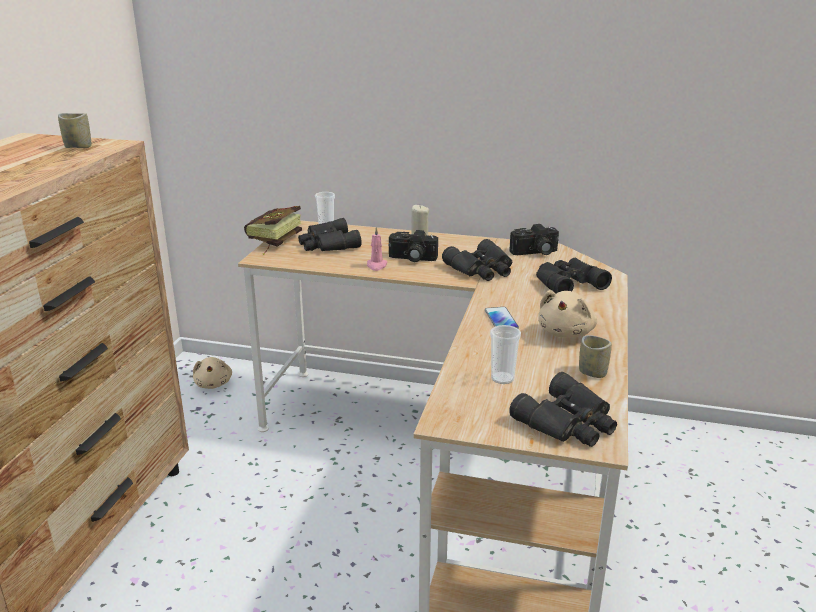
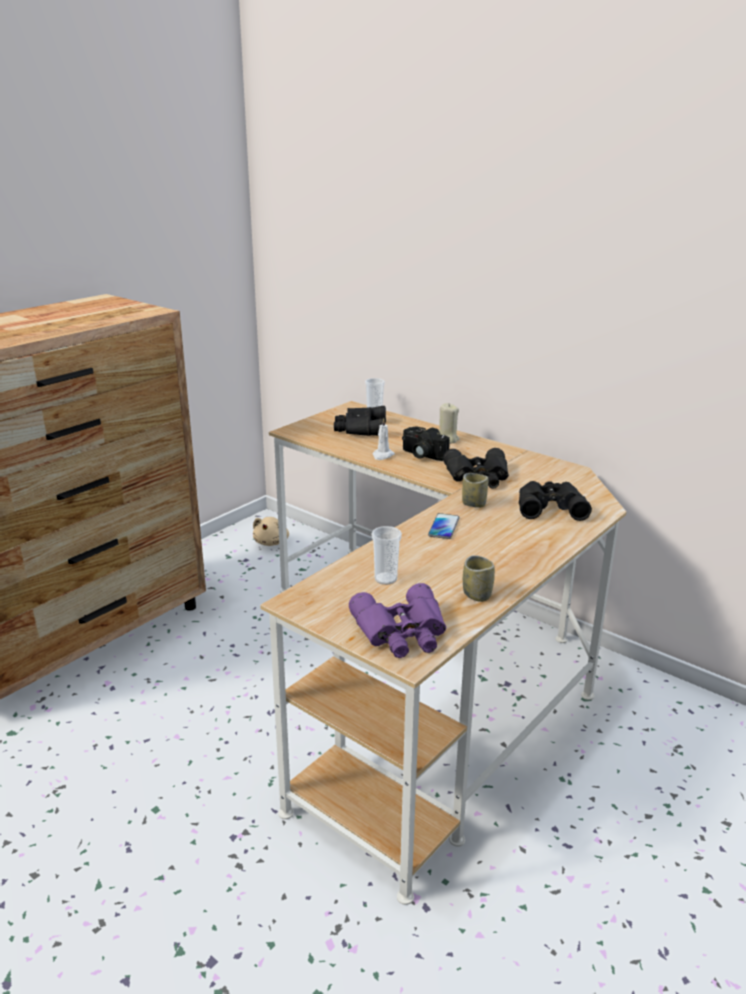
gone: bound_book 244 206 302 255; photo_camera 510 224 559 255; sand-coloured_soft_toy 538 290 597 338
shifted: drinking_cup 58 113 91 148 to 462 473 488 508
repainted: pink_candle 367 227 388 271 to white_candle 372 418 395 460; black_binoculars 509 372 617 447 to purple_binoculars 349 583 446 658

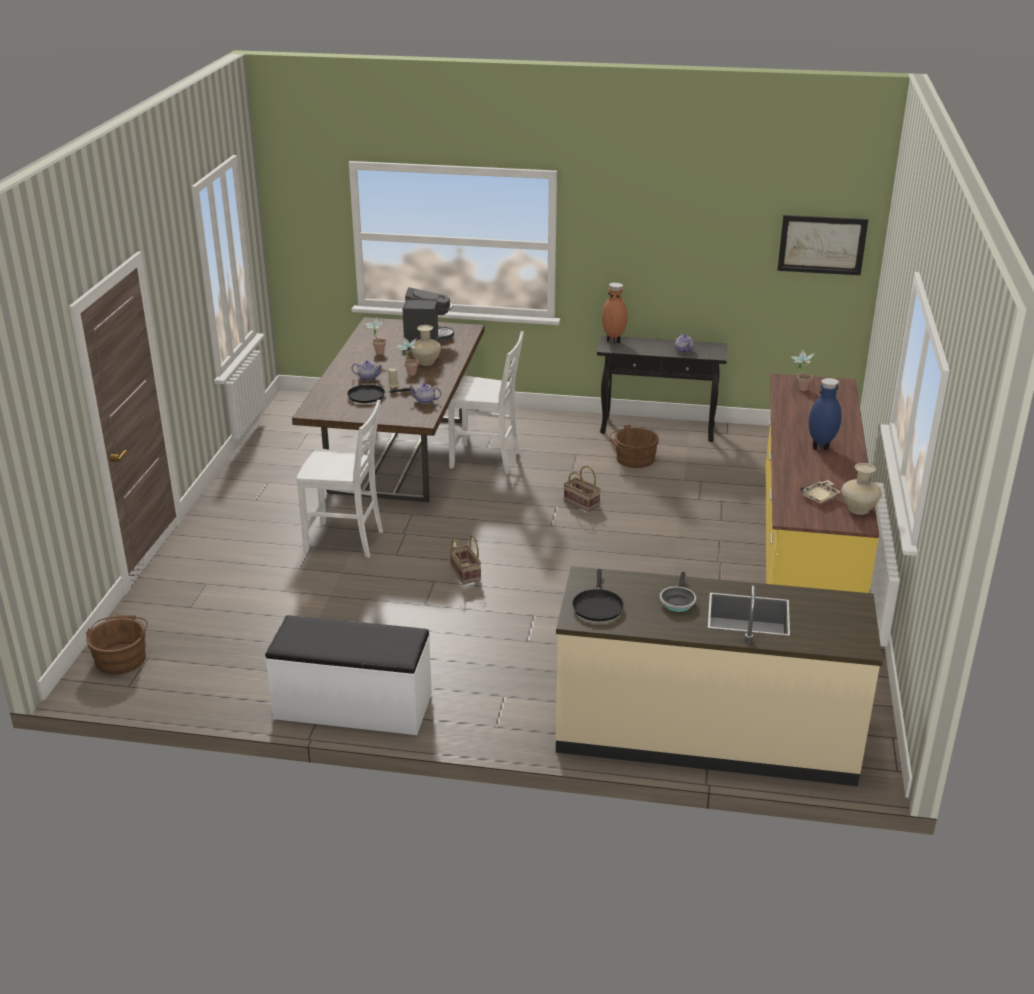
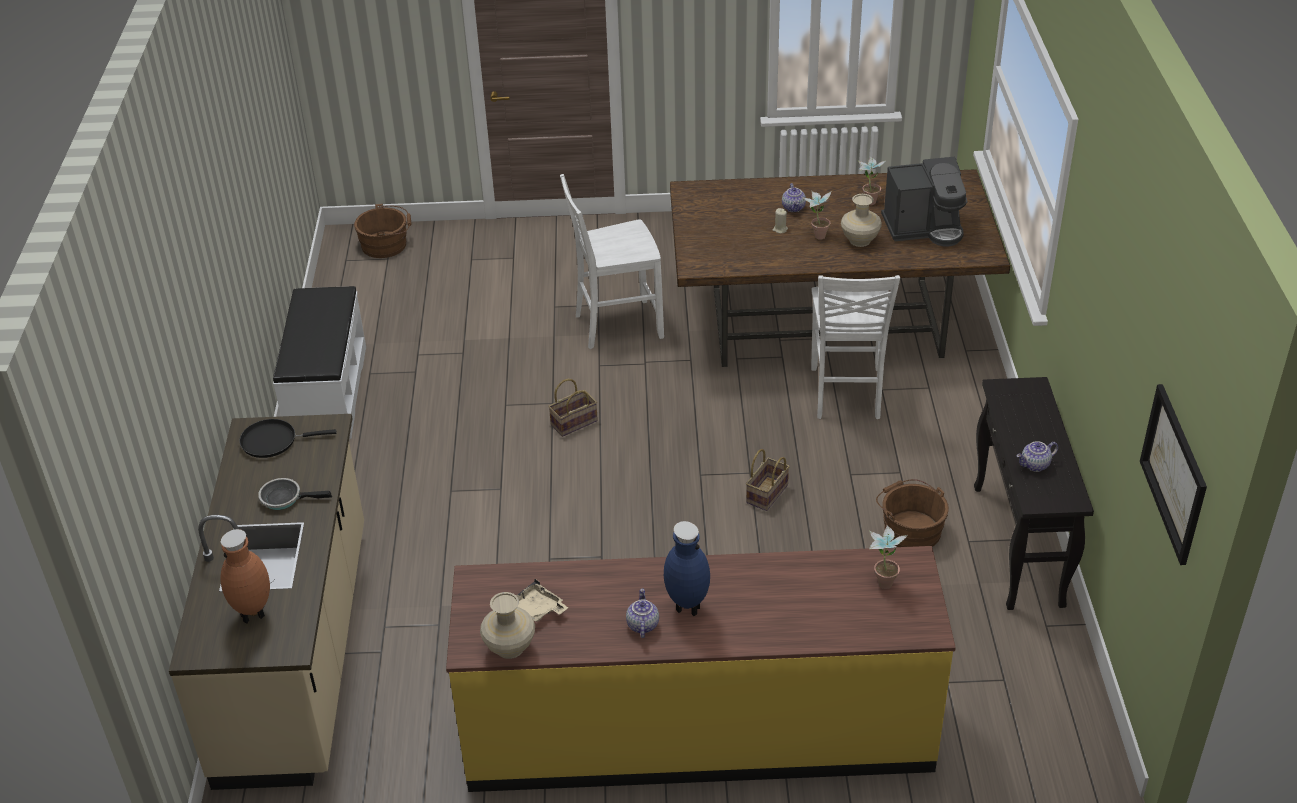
gone: black_skillet 347 384 411 403
shifted: brownish_decorative_vase 602 283 628 344 to 220 529 270 624; teapot 409 383 441 404 to 626 589 659 638
rotated: white_chair 297 400 383 558 = 560 174 664 349 75 degrees clockwise

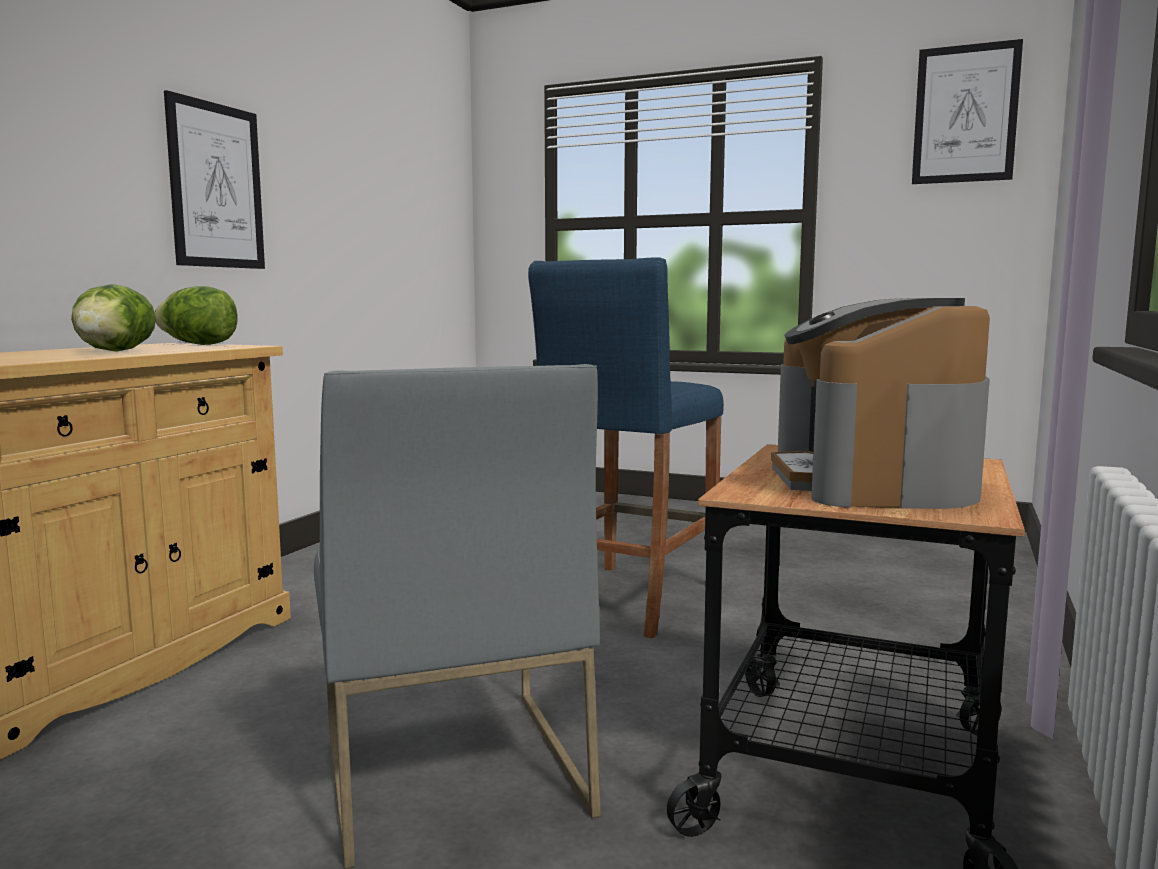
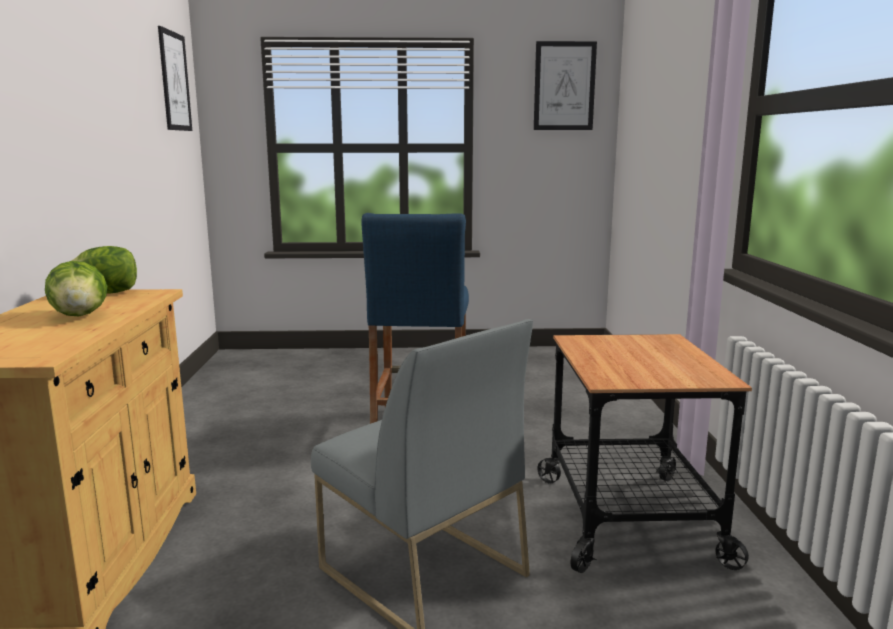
gone: coffee_brewer 771 298 990 509
shifted: wall_picture 164 90 265 269 to 158 26 192 131

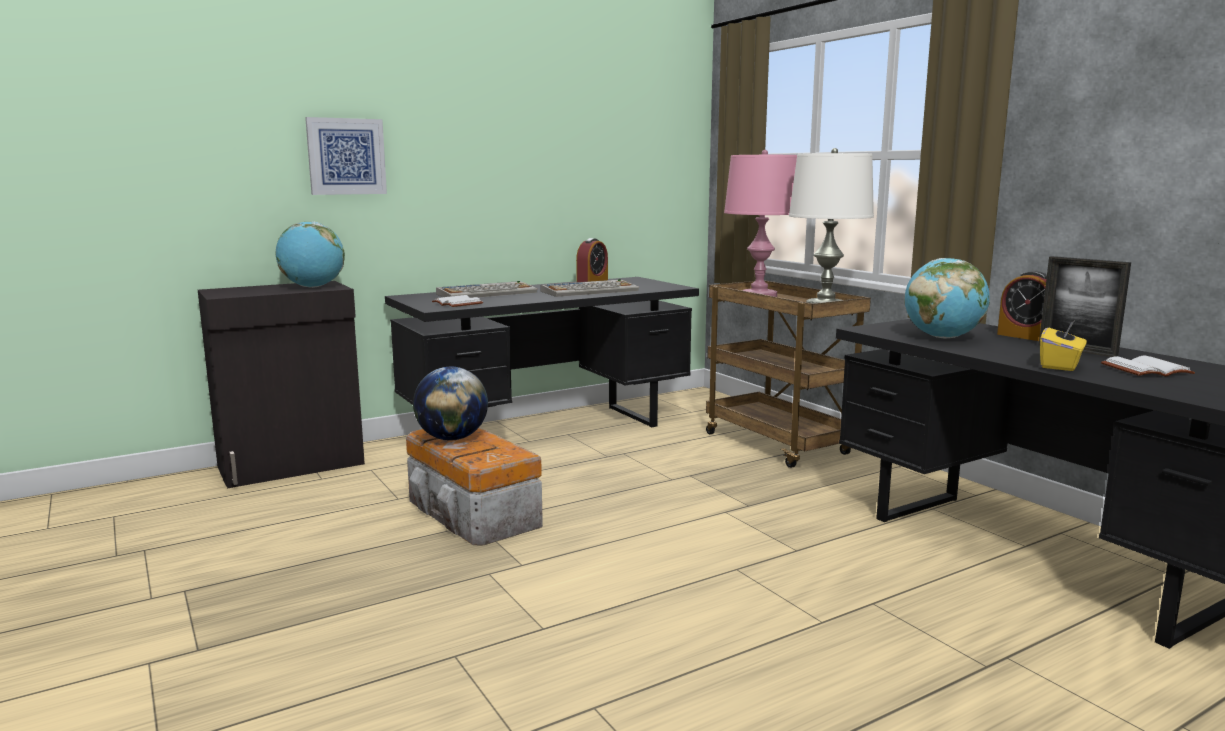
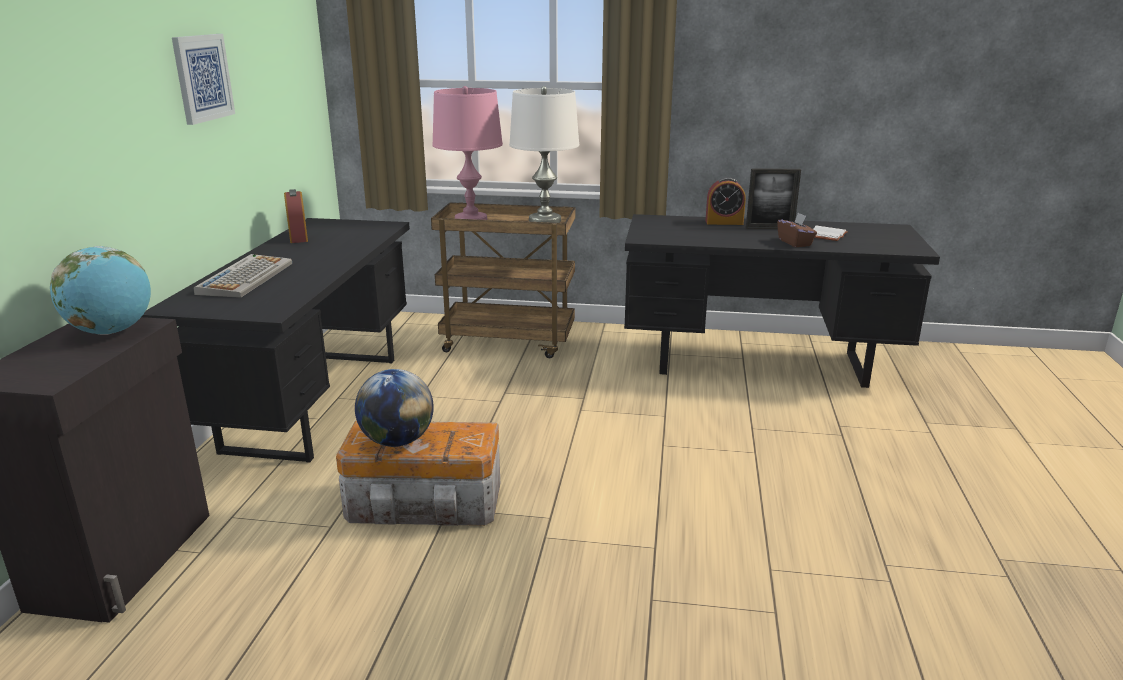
gone: globe 904 258 990 338; computer_keyboard 540 279 639 297; white_bound_book 432 295 483 307
shifted: wall_picture 305 117 387 195 to 172 34 235 125
repainted: yellow_tissue_box 1040 319 1087 371 to brownish_tissue_box 777 212 817 247

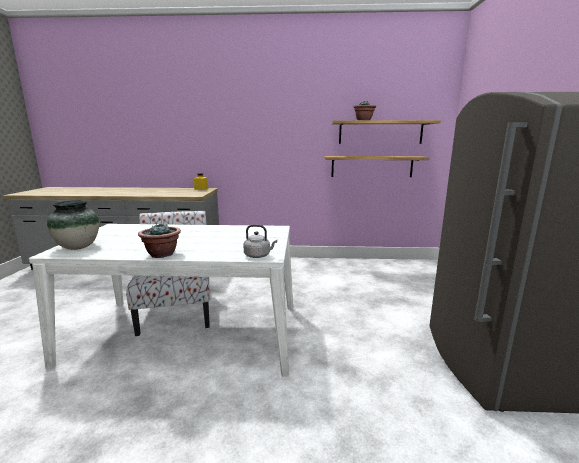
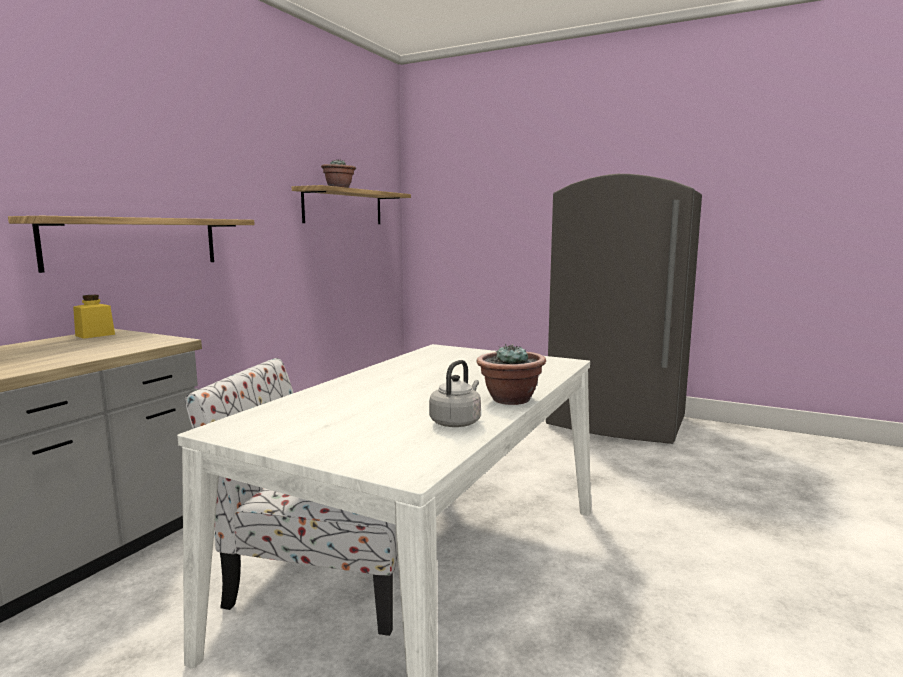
gone: decorative_vase 47 200 99 250
shifted: wall_shelf 324 156 429 177 to 8 216 255 273; gray_kettle 243 224 277 258 to 429 360 481 427

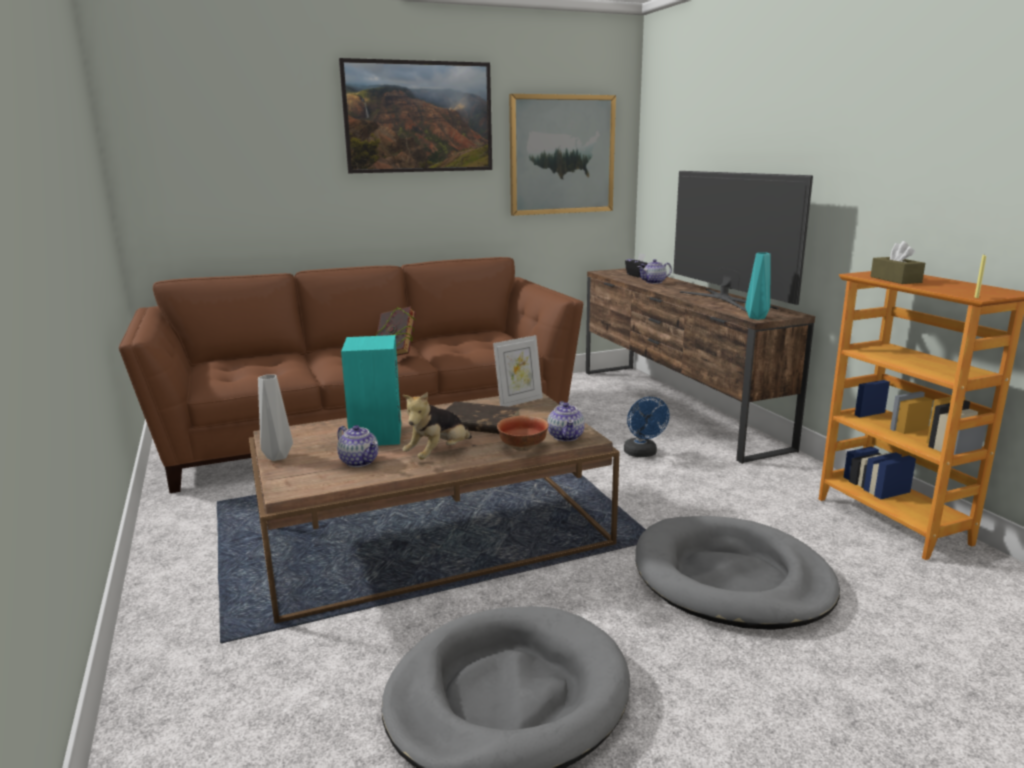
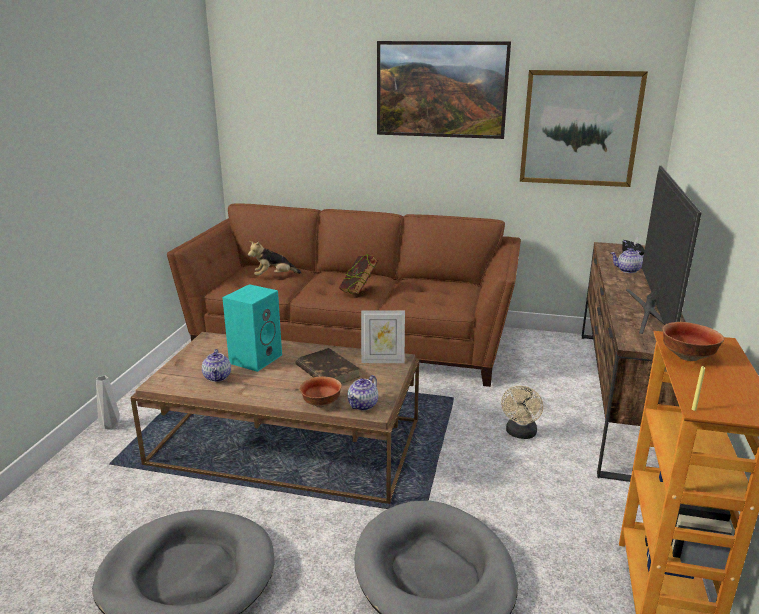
gone: turquoise-coloured_decorative_vase 745 252 770 320
shifted: gray_decorative_vase 258 374 293 461 to 96 375 120 430; soft_toy 402 392 472 460 to 248 241 302 276
swapped: brownish_tissue_box 870 241 925 284 to deep_dish 662 322 724 361
repainted: blue-coloured_electric_fan 624 397 670 457 to sand-coloured_electric_fan 501 386 543 439

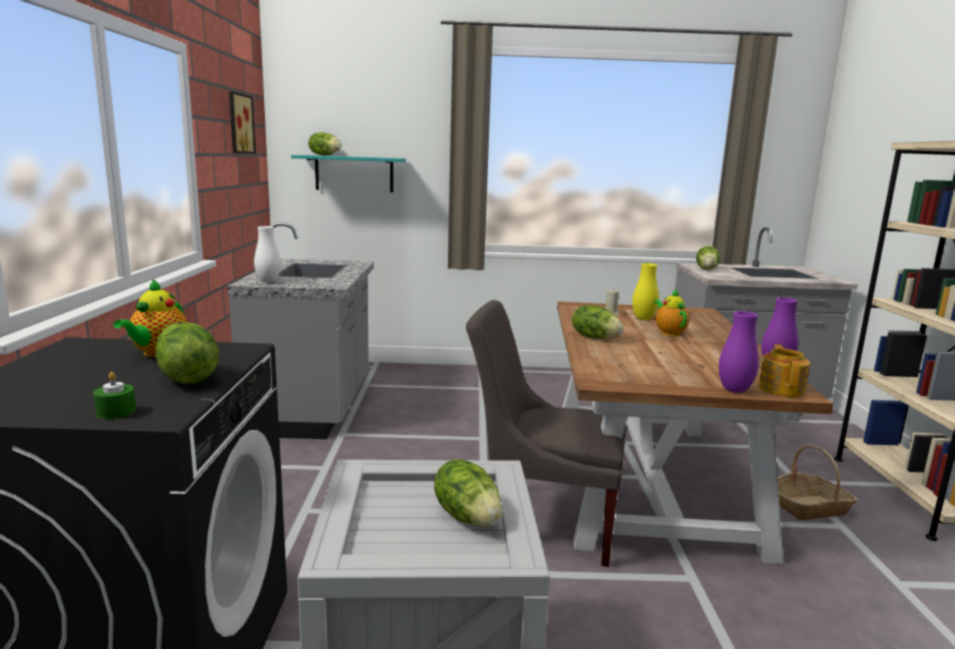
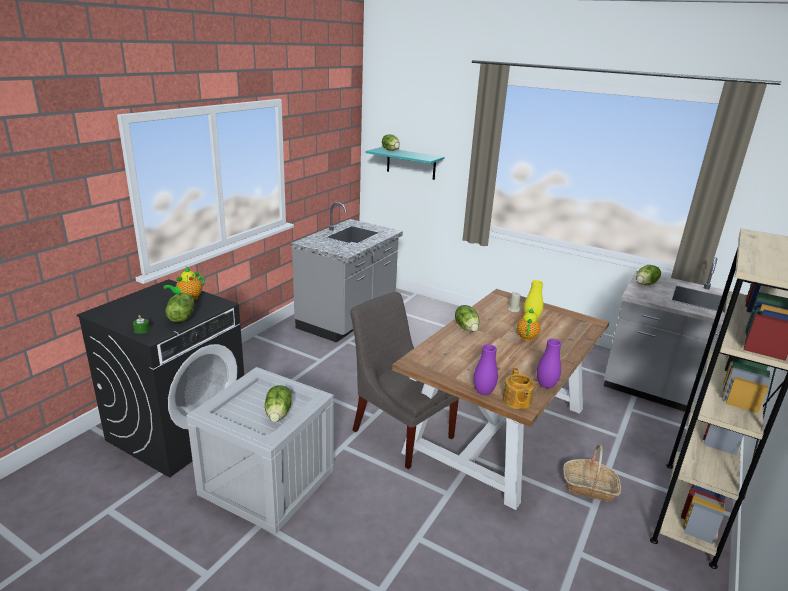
gone: wall_picture 229 91 256 153; white_decorative_vase 254 226 281 283
rotated: teapot 758 344 810 397 = 503 368 535 409 135 degrees clockwise

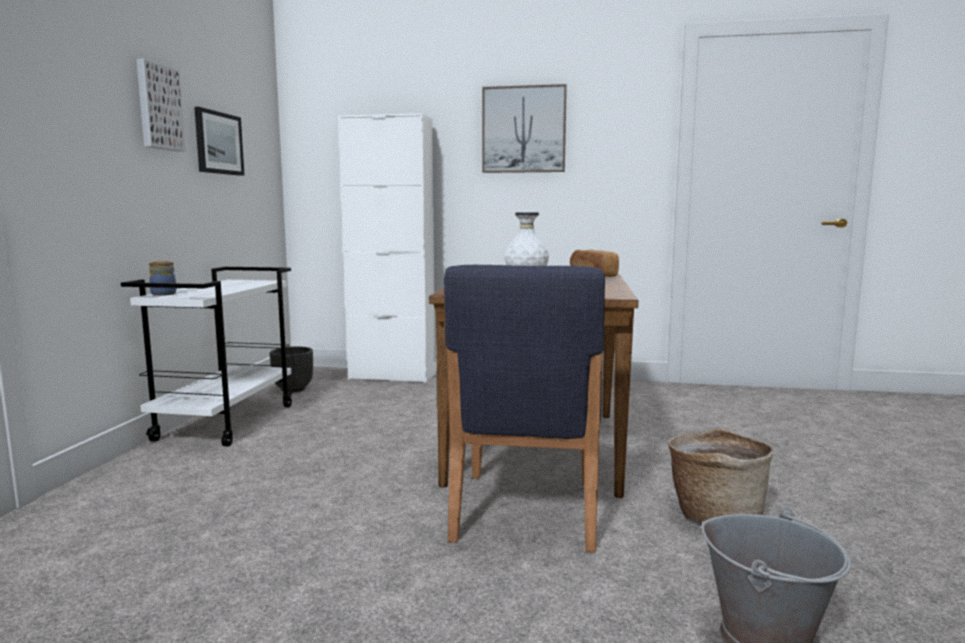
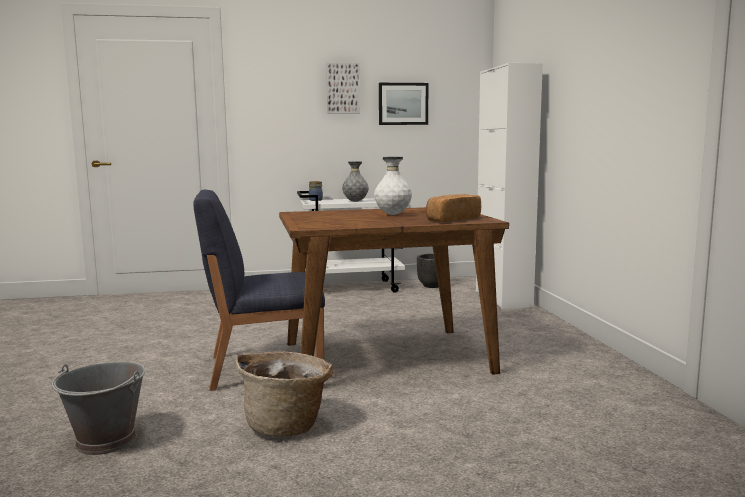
gone: wall_picture 482 84 567 173
new: gray_decorative_vase 342 161 369 202

